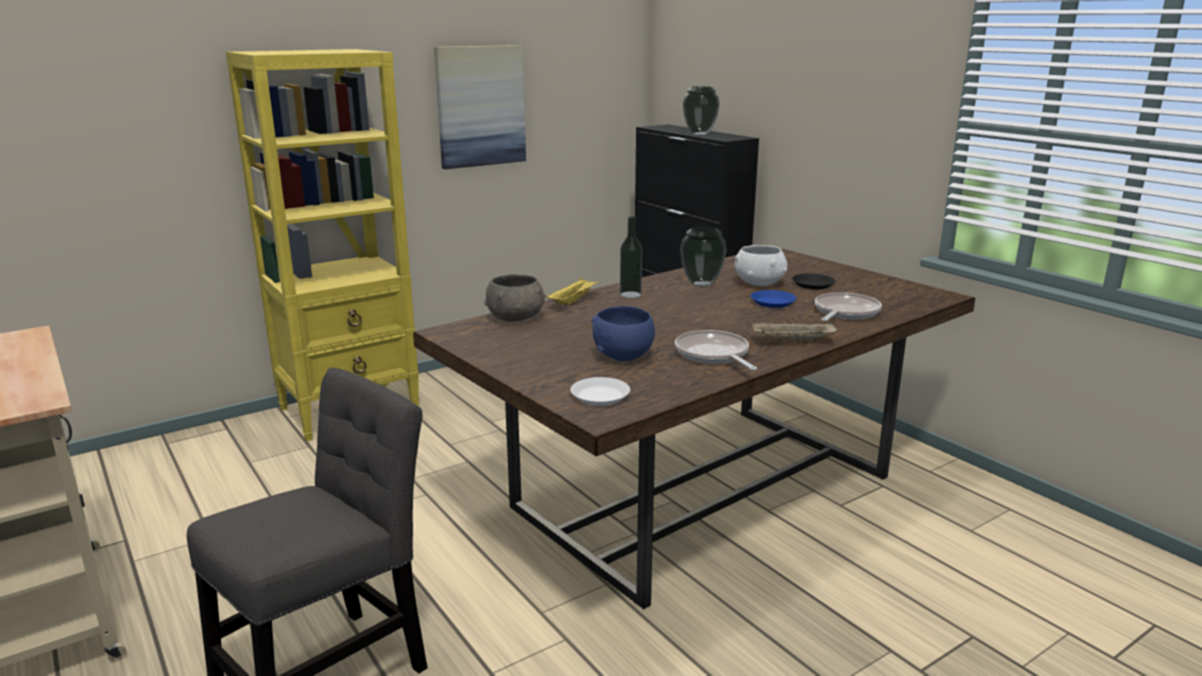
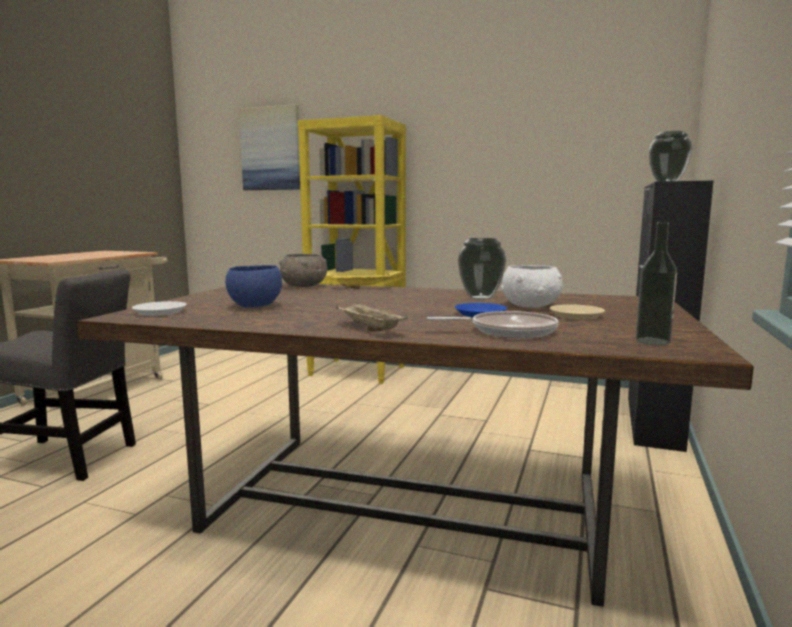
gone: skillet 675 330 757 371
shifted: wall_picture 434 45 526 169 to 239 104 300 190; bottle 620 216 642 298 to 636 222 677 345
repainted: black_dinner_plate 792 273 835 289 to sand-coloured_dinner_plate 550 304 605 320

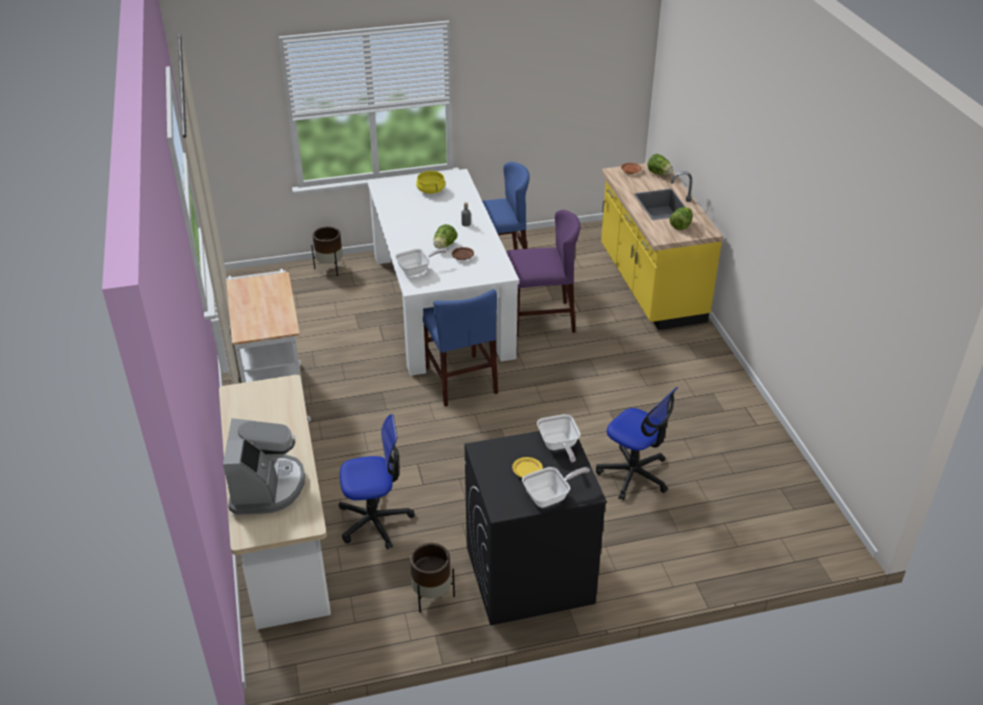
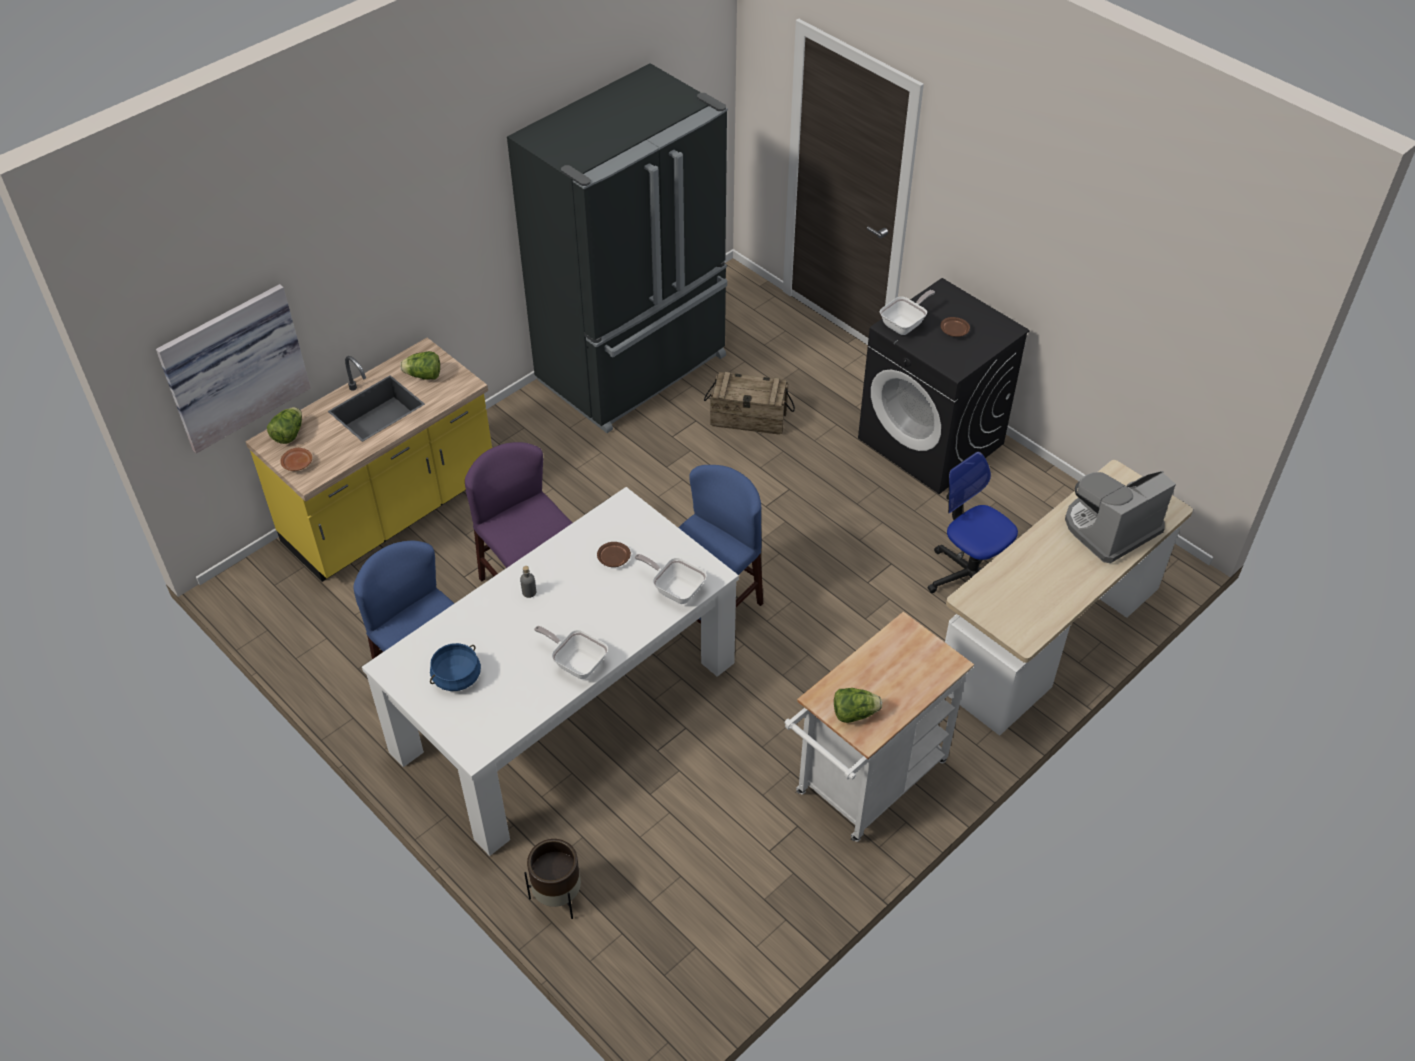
gone: brownish_plant_pot 410 543 455 613
new: black_fridge 507 63 728 433; wall_picture 156 284 311 453
shifted: head_of_lettuce 434 224 457 249 to 834 688 882 723; skillet 522 467 590 508 to 534 626 608 679
swapped: computer_chair 596 387 678 500 to crate 704 372 795 435
repainted: yellow_stockpot 416 171 446 194 to blue-coloured_stockpot 430 643 481 691; yellow_dinner_plate 512 457 543 478 to brownish_dinner_plate 941 317 970 337

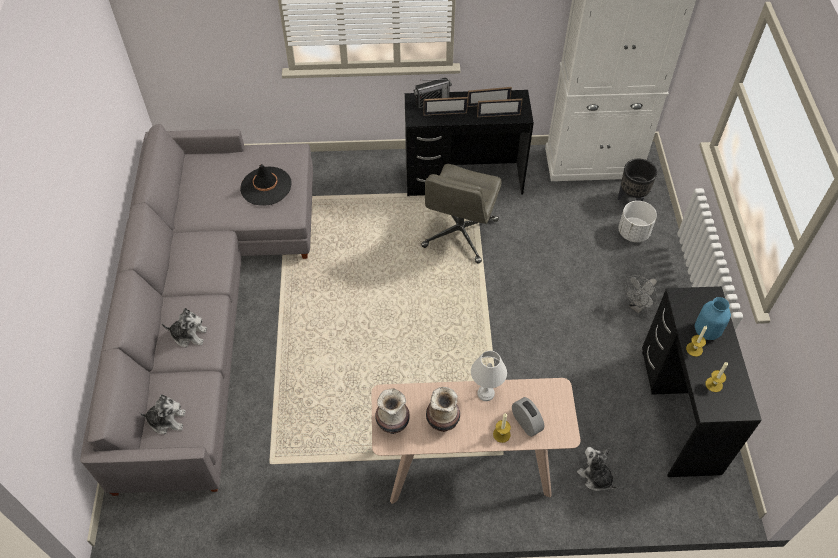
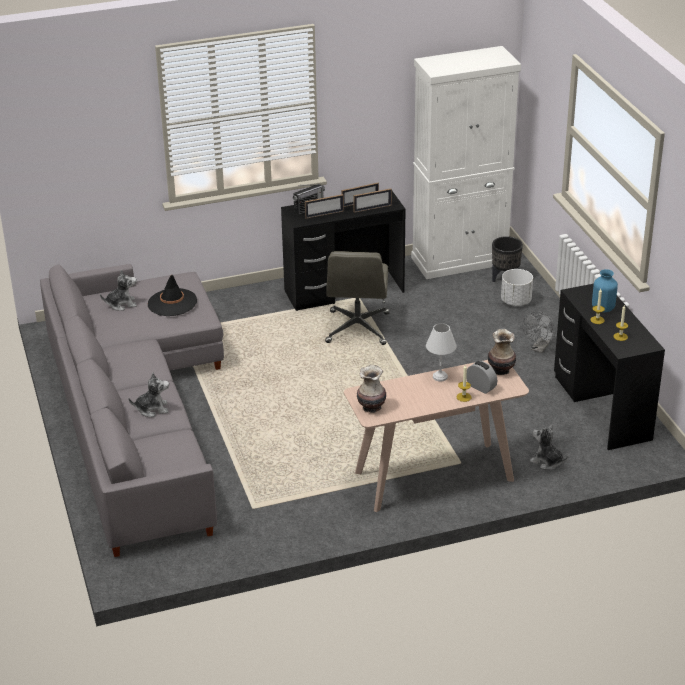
shifted: decorative_vase 426 387 460 432 to 488 329 516 375; soft_toy 140 394 186 434 to 100 269 137 311

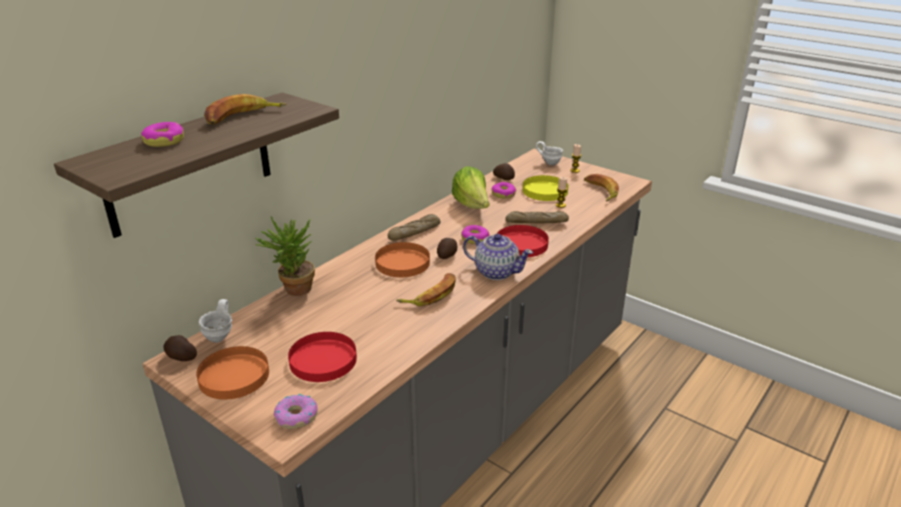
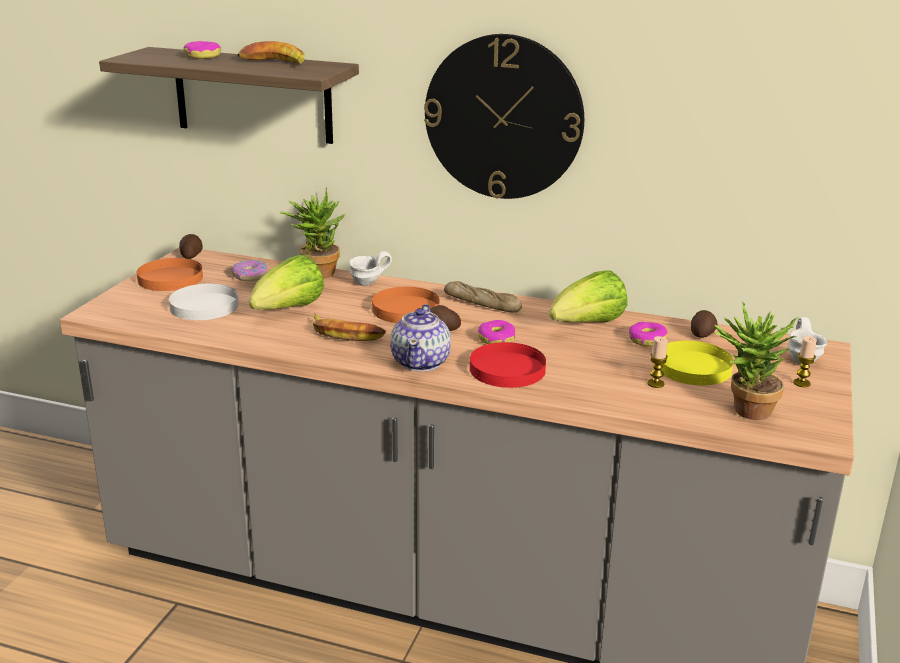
gone: baked_bread 506 211 569 224
new: wall_clock 424 34 584 199; head_of_lettuce 249 255 324 310
shifted: white_mug 198 299 232 343 to 349 251 392 286; donut 274 394 318 429 to 231 260 268 281
swapped: banana 584 174 619 201 to plant_in_a_pot 713 301 798 420
repainted: reddish_dinner_plate 288 332 357 382 to white_dinner_plate 169 284 239 320

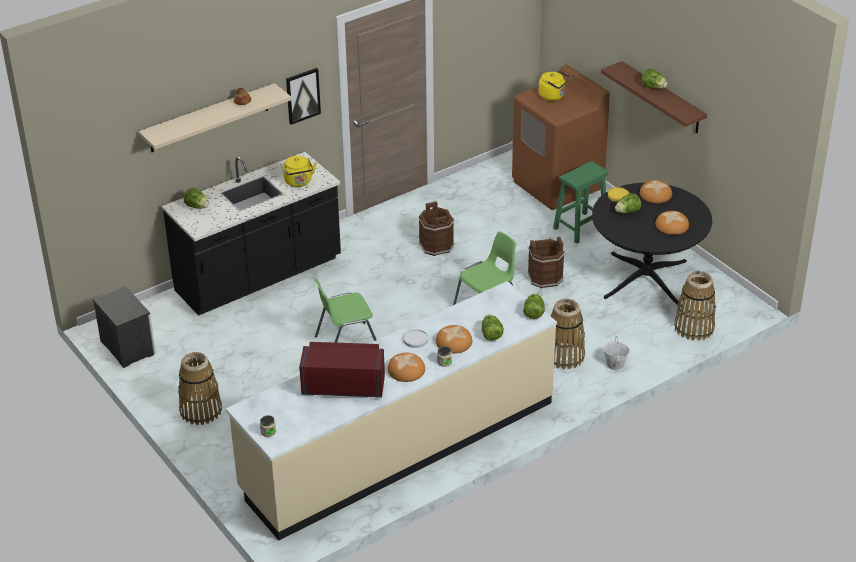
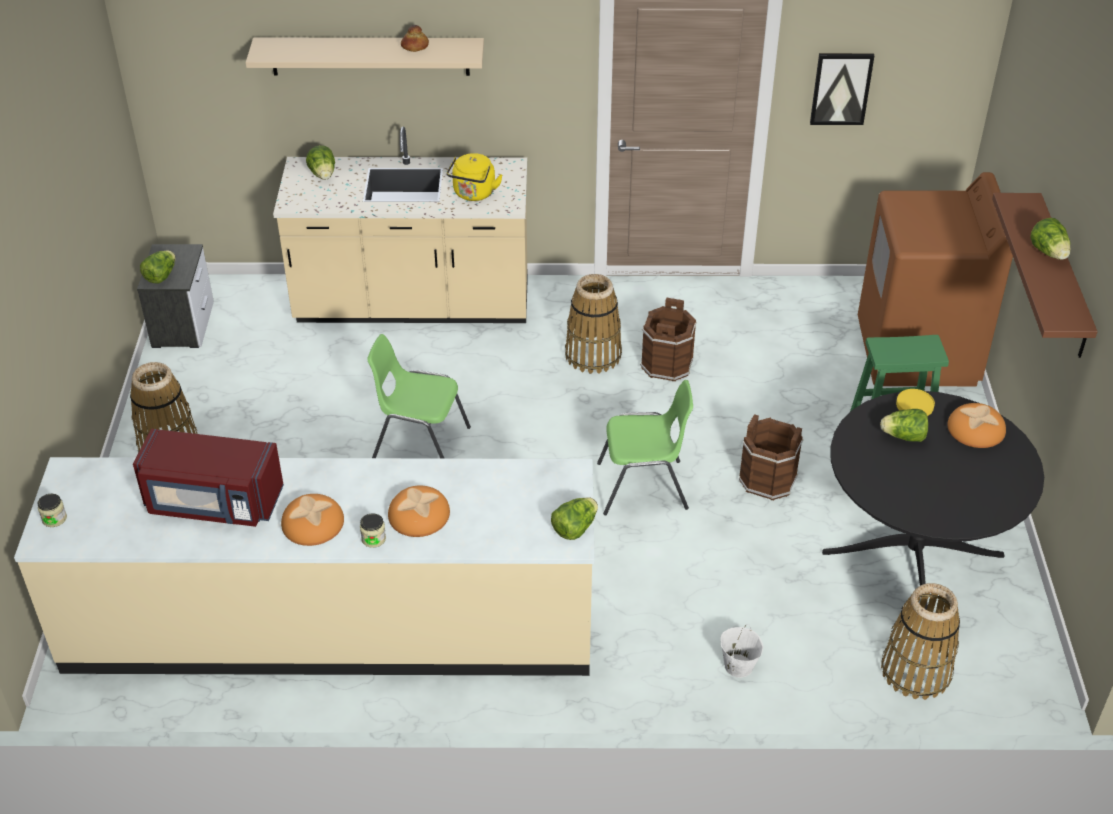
gone: yellow_kettle 539 70 570 101; baked_bread 655 211 689 235; white_dinner_plate 403 329 428 348
shifted: wall_picture 286 68 321 125 to 810 53 874 125; basket 550 299 585 370 to 565 274 622 374; head_of_lettuce 482 314 504 341 to 140 250 175 284
repainted: black_counter 161 152 341 316 to sand-coloured_counter 273 126 528 323
rotated: reddish_microwave_oven 299 342 385 398 = 133 429 284 527 150 degrees clockwise

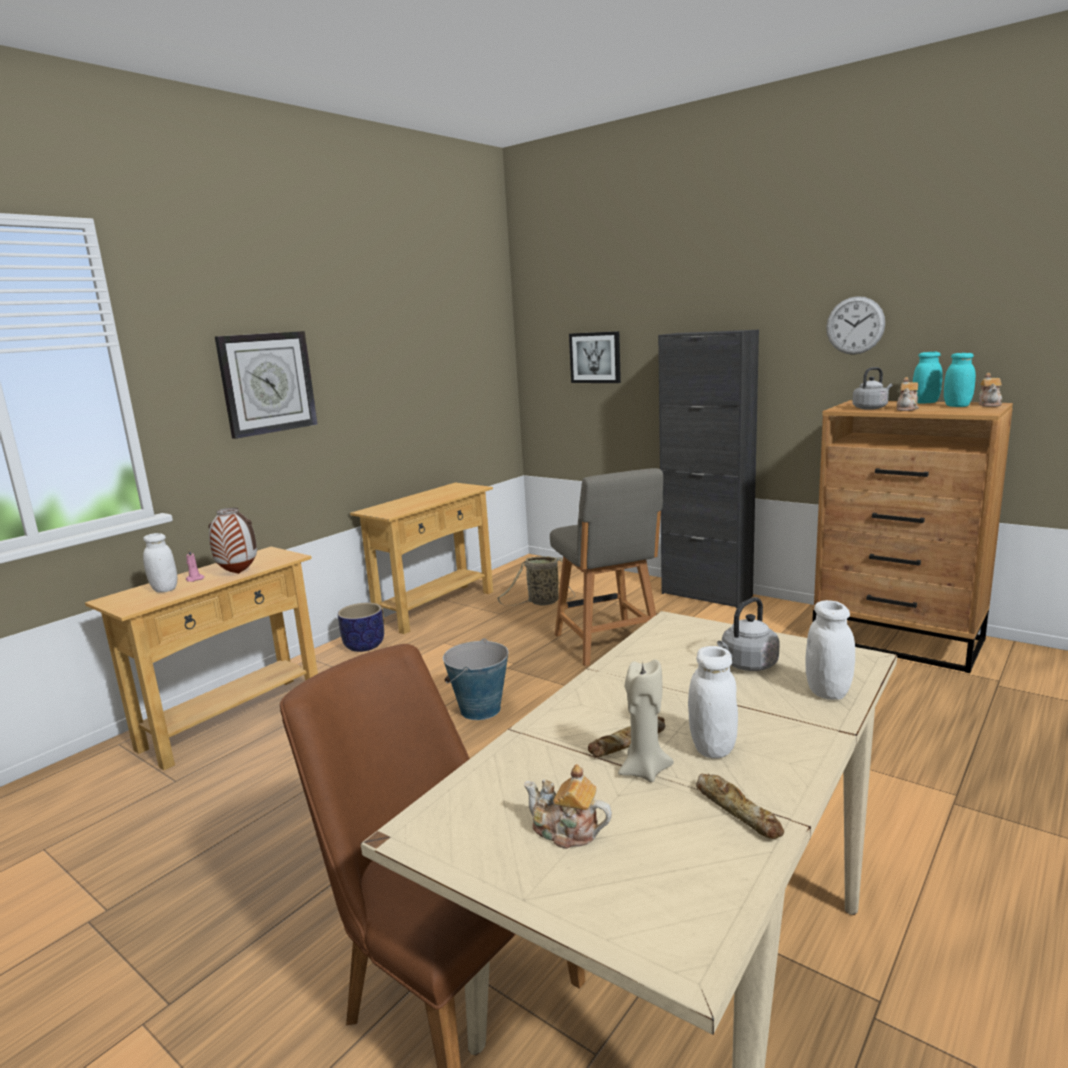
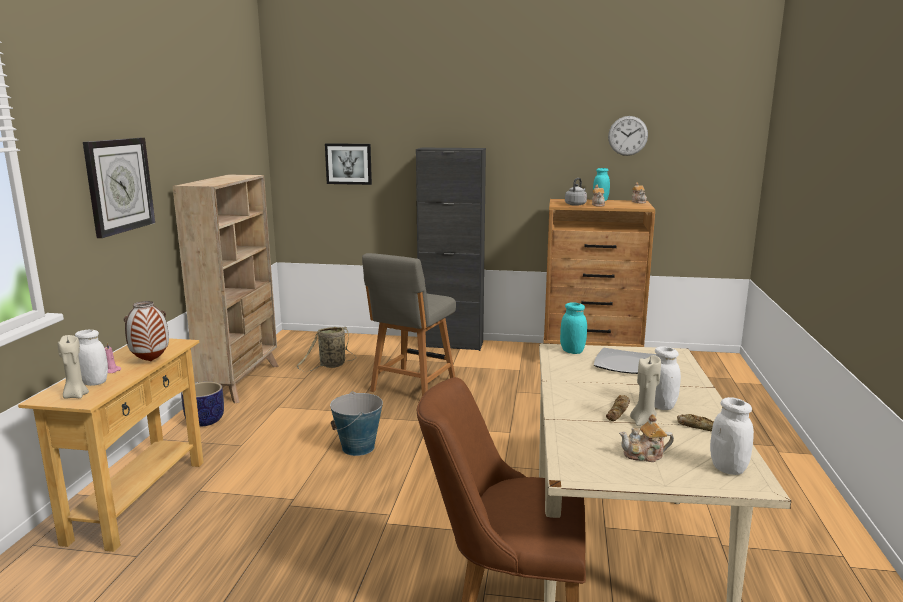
new: sand-coloured_candle 57 335 89 399
shifted: wall_clock 826 296 885 355 to 608 116 648 156; turquoise-coloured_preserve_jar 944 353 976 407 to 560 302 587 354; white_preserve_jar 805 600 855 700 to 710 397 754 475
swapped: sand-coloured_narrow_table 350 483 493 634 to sand-coloured_bookshelf 173 175 279 403; gray_kettle 717 597 780 671 to dinner_plate 594 348 656 374
rotated: gray_chair 550 468 663 666 = 362 253 456 396 75 degrees clockwise

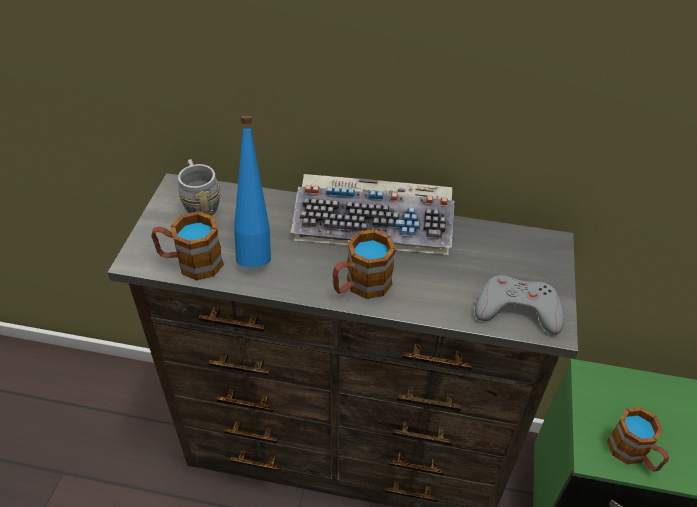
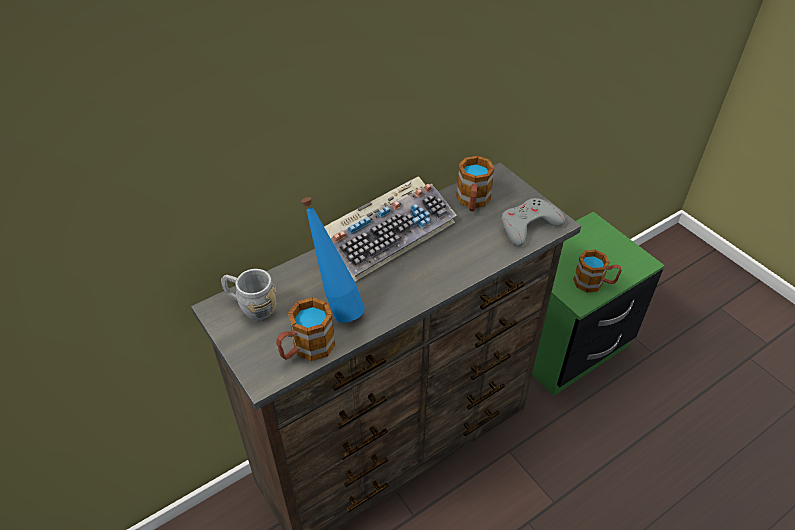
shifted: mug 332 229 396 299 to 456 156 495 211

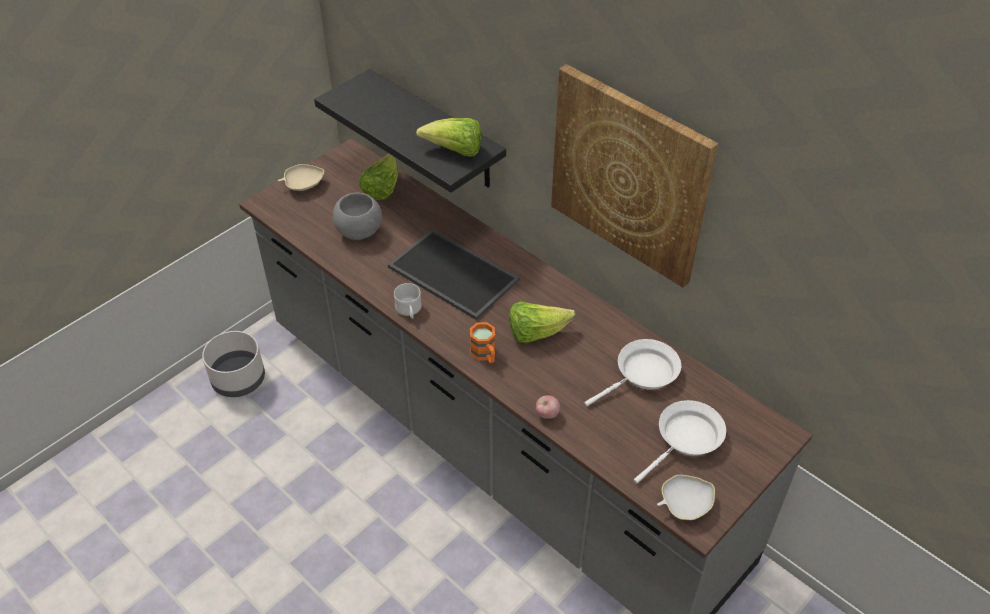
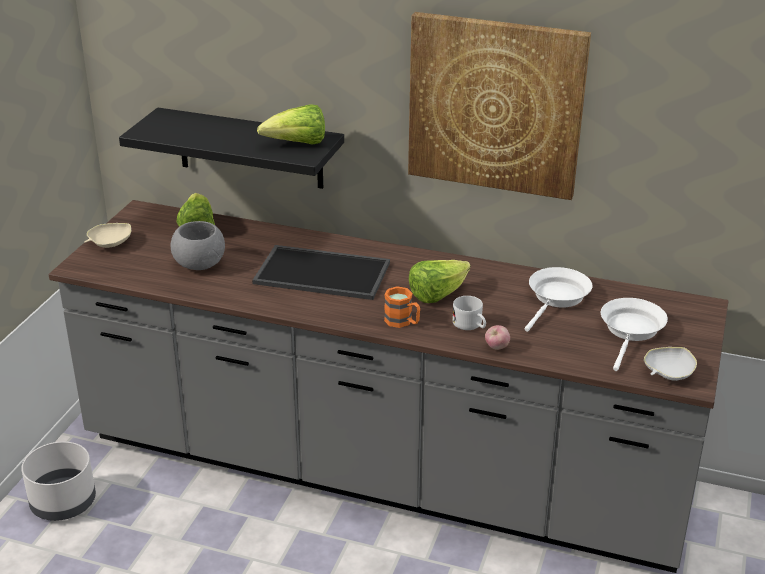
shifted: white_mug 394 283 422 319 to 452 296 486 330

